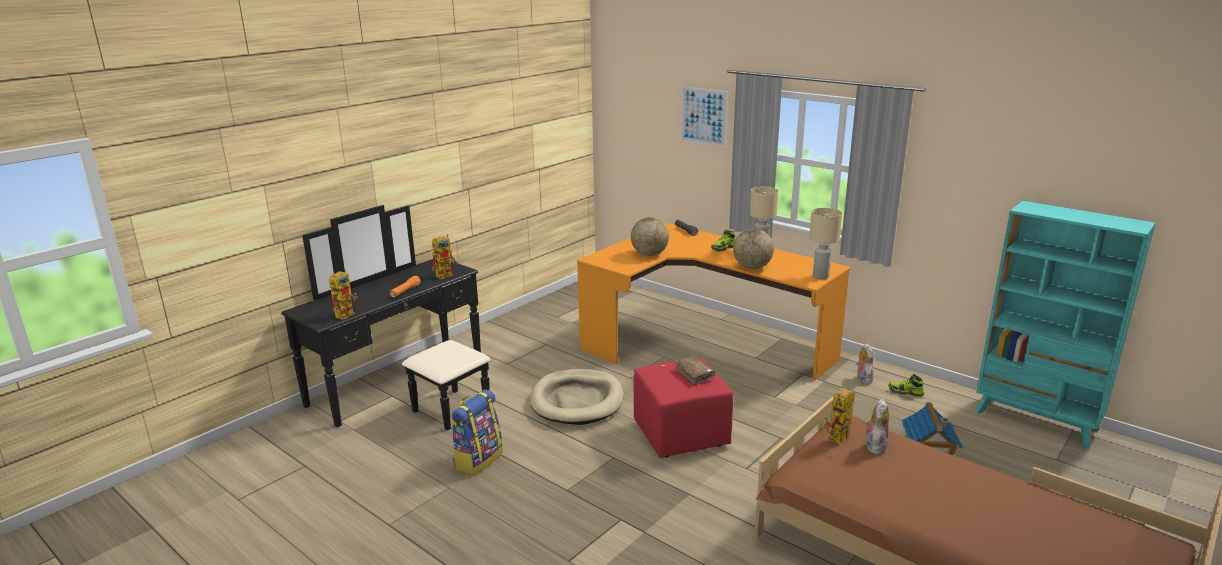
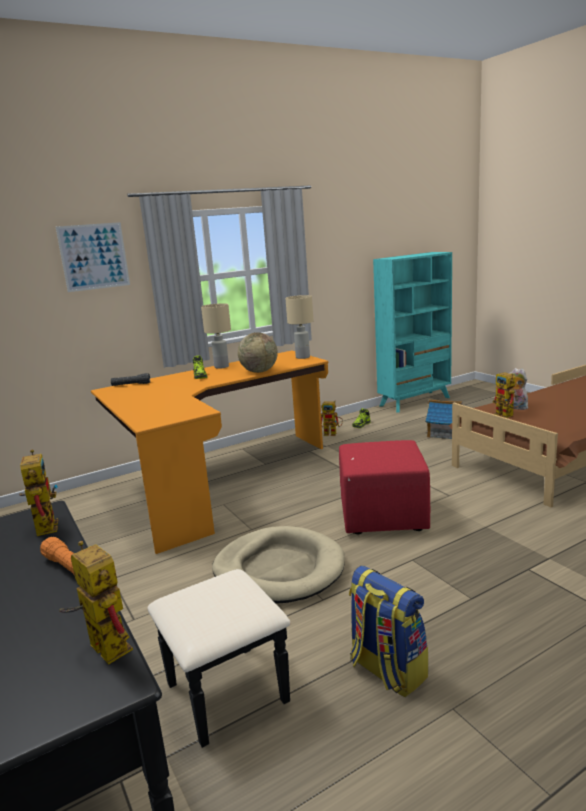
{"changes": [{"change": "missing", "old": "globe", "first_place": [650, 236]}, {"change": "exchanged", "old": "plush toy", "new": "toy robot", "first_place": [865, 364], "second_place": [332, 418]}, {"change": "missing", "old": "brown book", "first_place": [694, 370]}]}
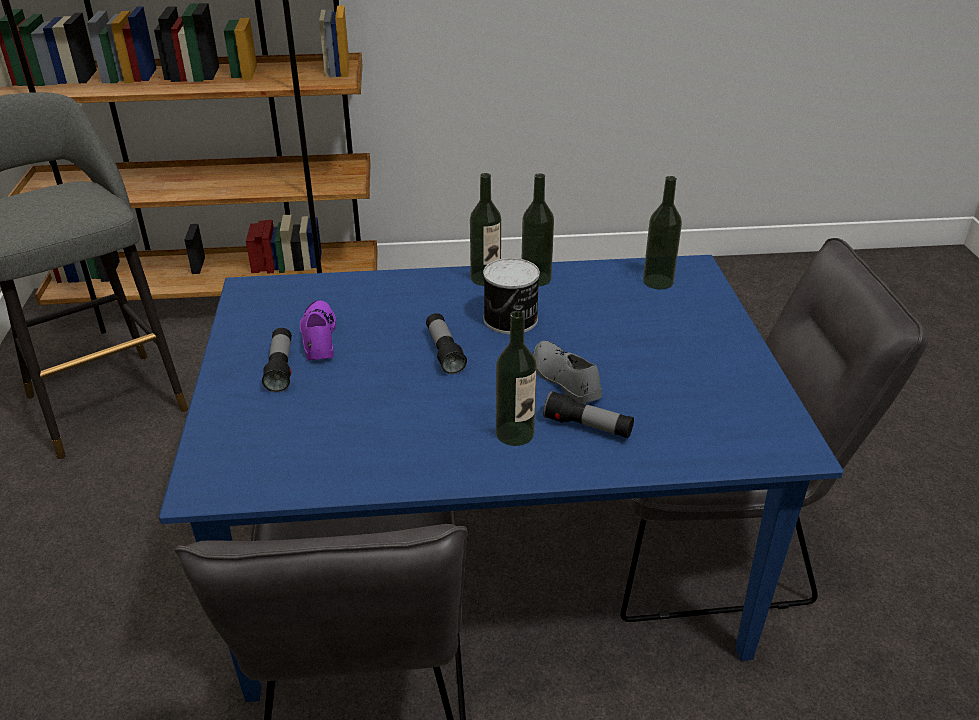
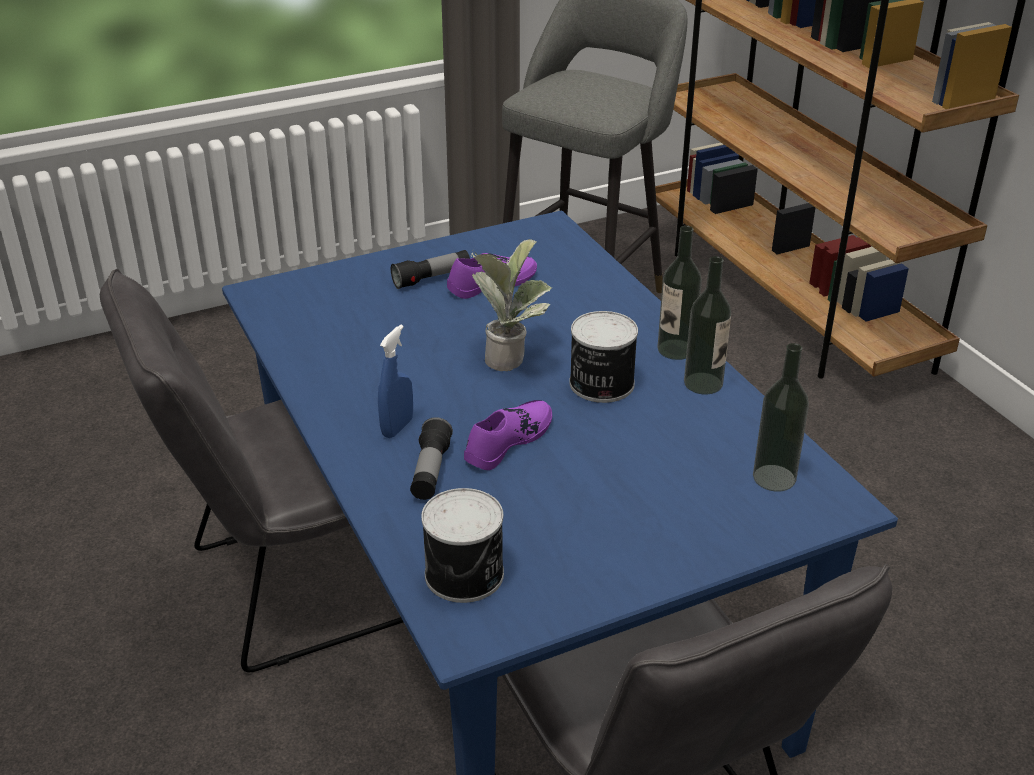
{"changes": [{"change": "exchanged", "old": "bottle", "new": "blue spray bottle", "first_place": [516, 378], "second_place": [395, 381]}, {"change": "exchanged", "old": "flashlight", "new": "potted plant", "first_place": [446, 343], "second_place": [511, 305]}, {"change": "colour", "old": "grey shoe", "new": "purple shoe", "first_place": [567, 372], "second_place": [508, 435]}, {"change": "appeared", "new": "can", "second_place": [462, 545]}]}
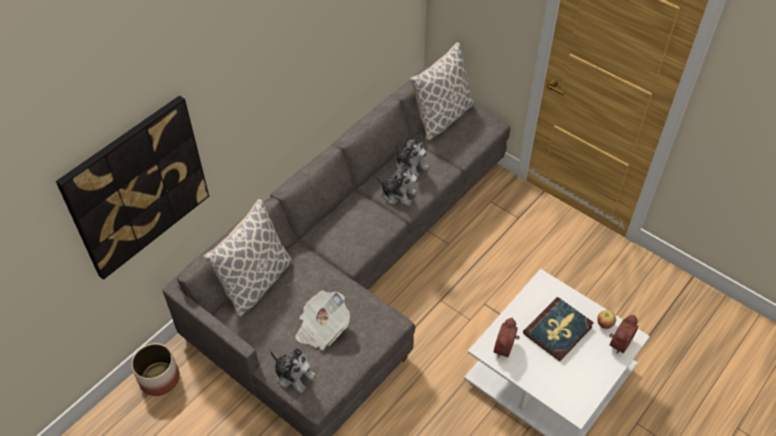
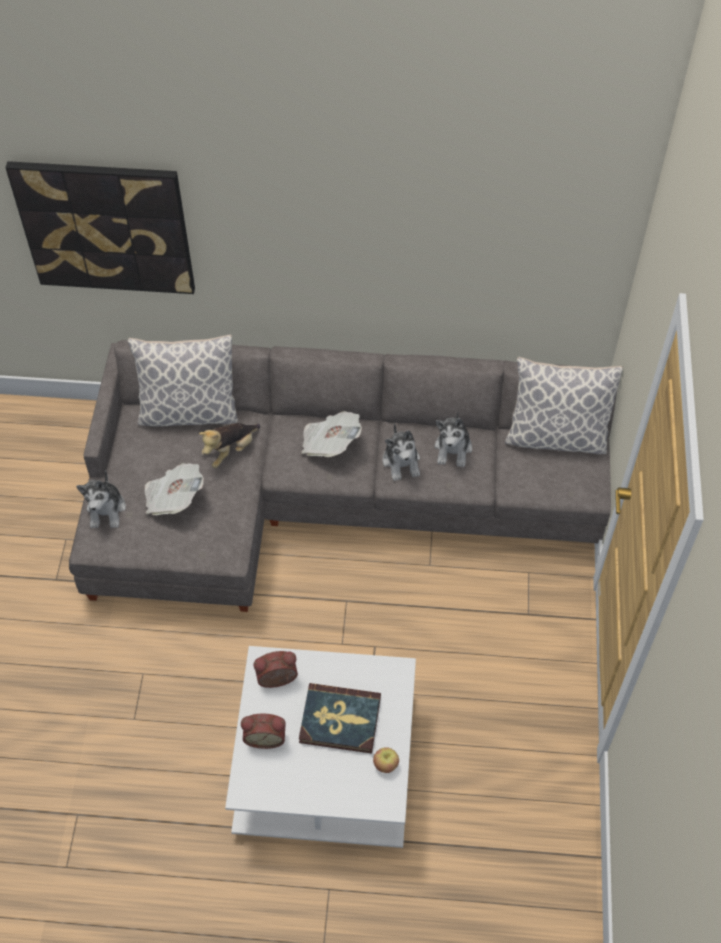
{"changes": [{"change": "relocated", "old": "alarm clock", "first_place": [623, 334], "second_place": [263, 731]}, {"change": "missing", "old": "planter", "first_place": [155, 369]}, {"change": "appeared", "new": "newspaper", "second_place": [331, 434]}, {"change": "appeared", "new": "plush toy", "second_place": [229, 445]}]}
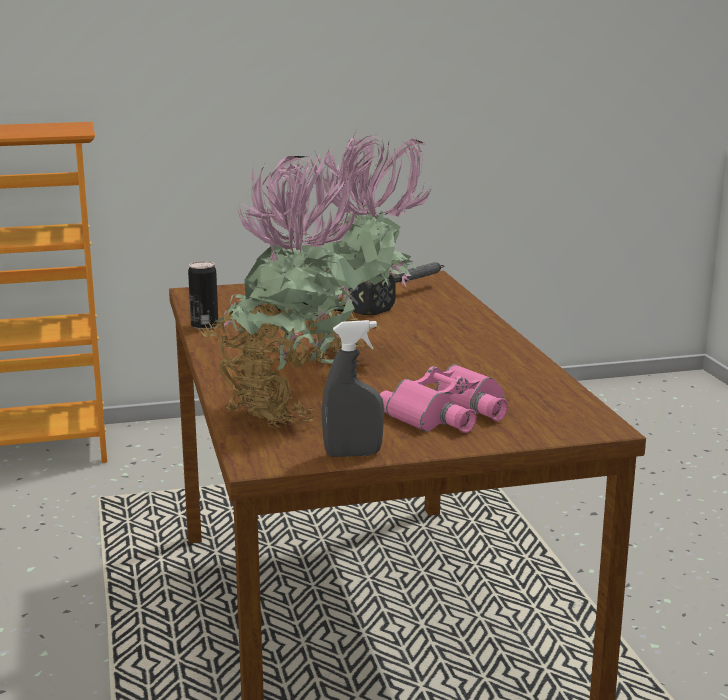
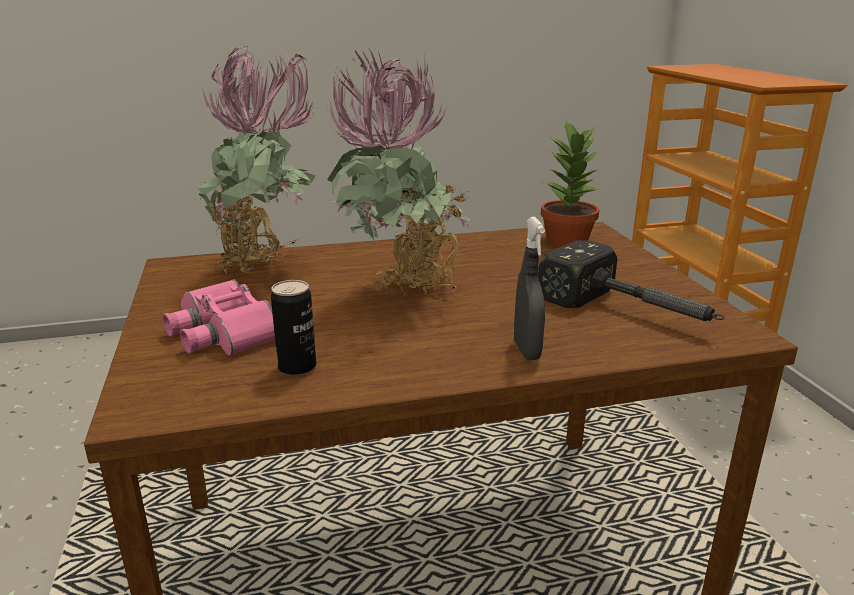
{"changes": [{"change": "relocated", "old": "can", "first_place": [203, 295], "second_place": [293, 328]}, {"change": "relocated", "old": "grey spray bottle", "first_place": [353, 388], "second_place": [529, 288]}, {"change": "appeared", "new": "potted plant", "second_place": [571, 184]}]}
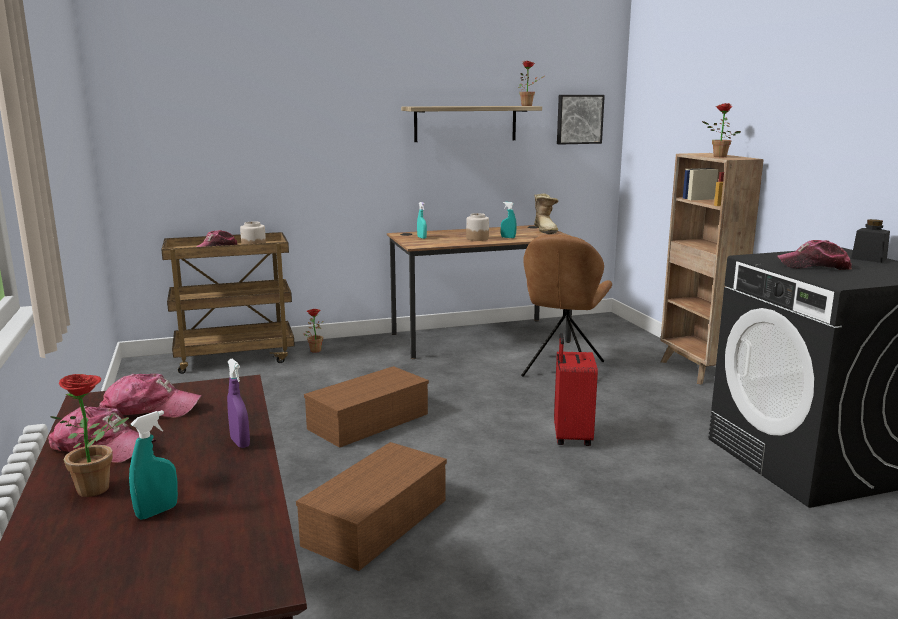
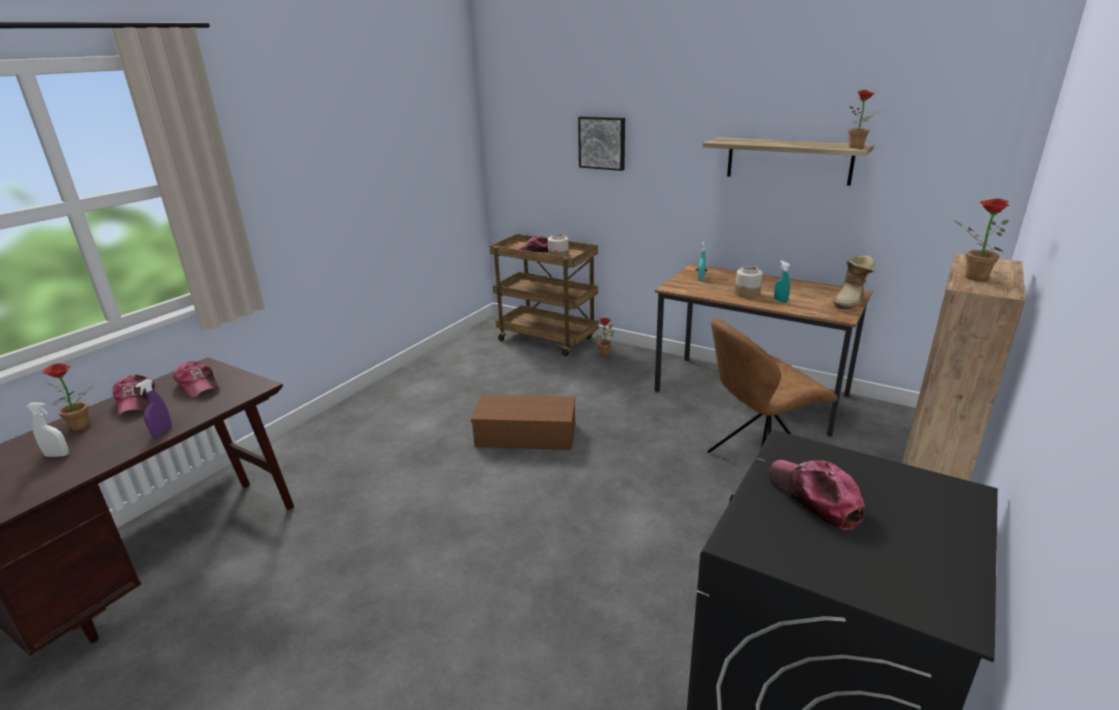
{"changes": [{"change": "relocated", "old": "picture", "first_place": [581, 120], "second_place": [601, 143]}, {"change": "missing", "old": "black jar", "first_place": [870, 241]}, {"change": "missing", "old": "red suitcase", "first_place": [576, 389]}, {"change": "colour", "old": "turquoise spray bottle", "new": "white spray bottle", "first_place": [153, 465], "second_place": [47, 429]}, {"change": "missing", "old": "brown storage box", "first_place": [371, 506]}]}
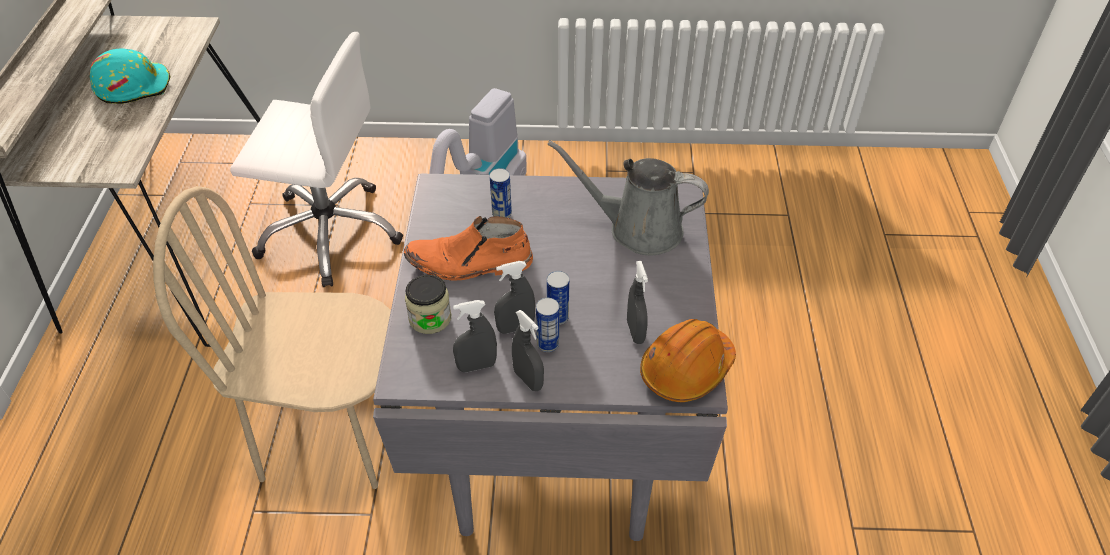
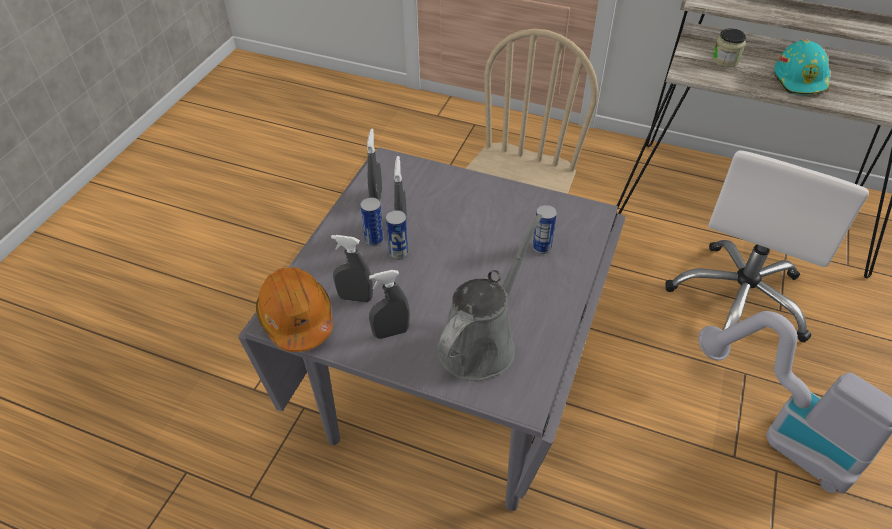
{"changes": [{"change": "missing", "old": "orange boot", "first_place": [468, 248]}, {"change": "relocated", "old": "jar", "first_place": [428, 304], "second_place": [729, 47]}, {"change": "relocated", "old": "grey spray bottle", "first_place": [528, 350], "second_place": [389, 304]}]}
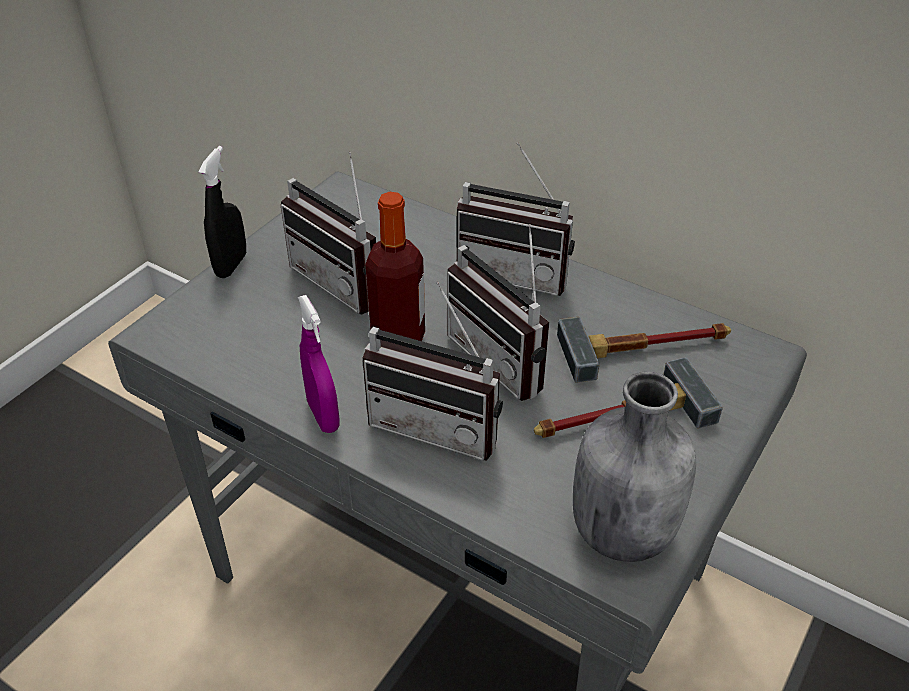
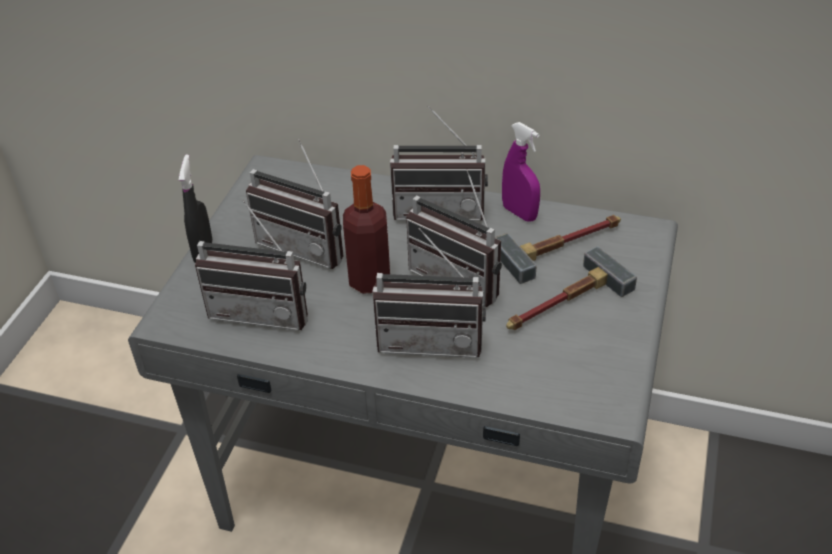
{"changes": [{"change": "relocated", "old": "purple spray bottle", "first_place": [319, 364], "second_place": [521, 172]}, {"change": "missing", "old": "grey bottle", "first_place": [634, 467]}, {"change": "appeared", "new": "radio", "second_place": [251, 265]}]}
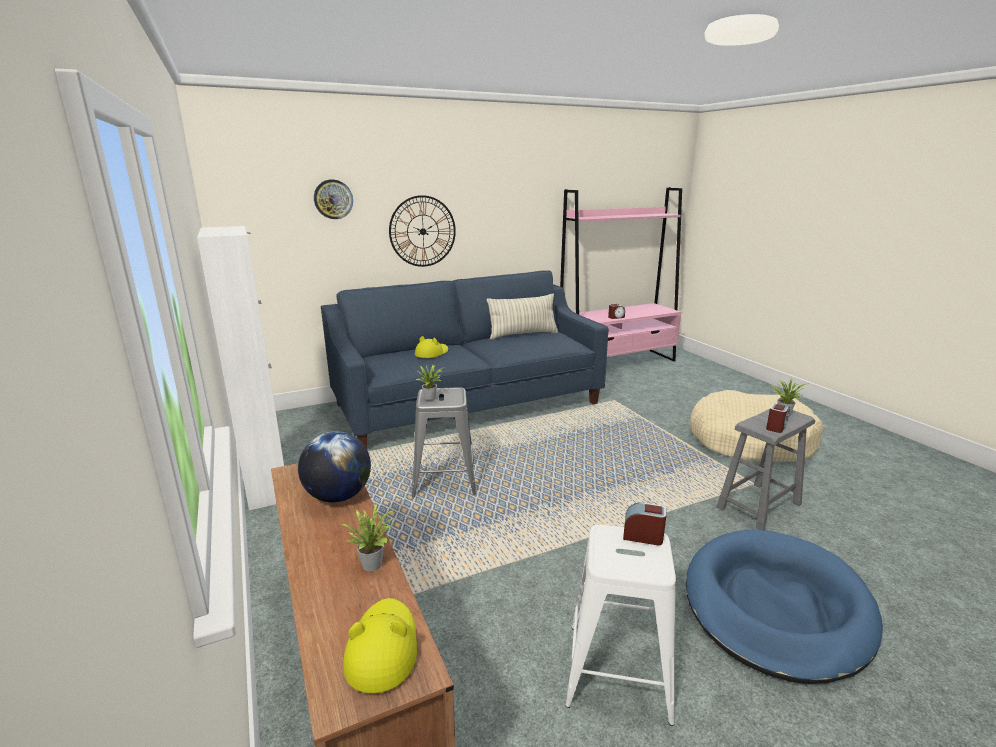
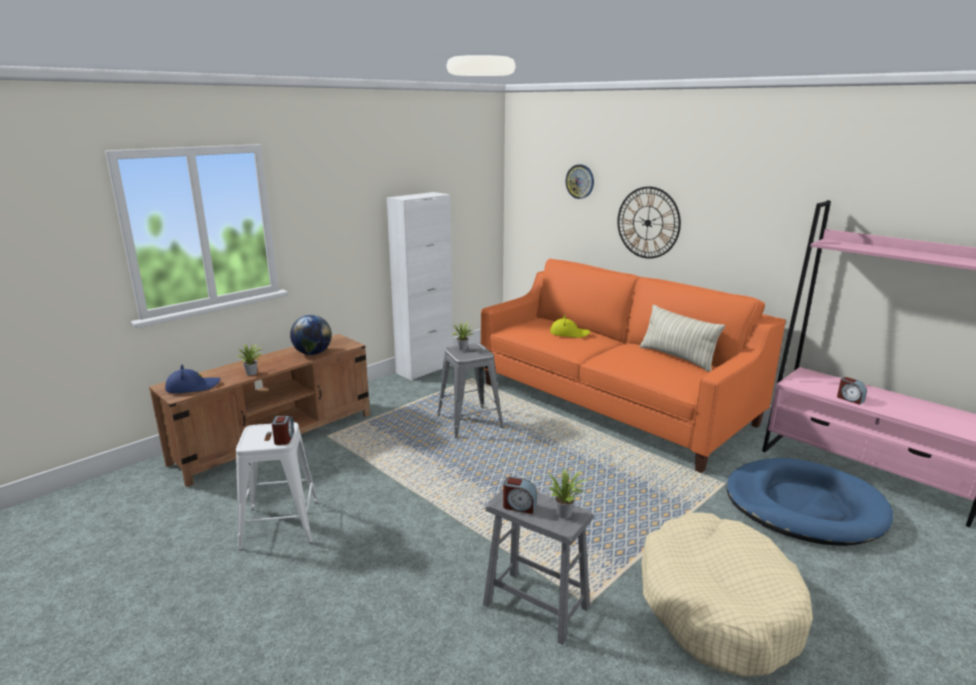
{"changes": [{"change": "colour", "old": "blue sofa", "new": "orange sofa", "first_place": [464, 359], "second_place": [633, 366]}, {"change": "relocated", "old": "blue dog bed", "first_place": [784, 607], "second_place": [809, 502]}, {"change": "colour", "old": "yellow hat", "new": "blue hat", "first_place": [380, 645], "second_place": [192, 379]}]}
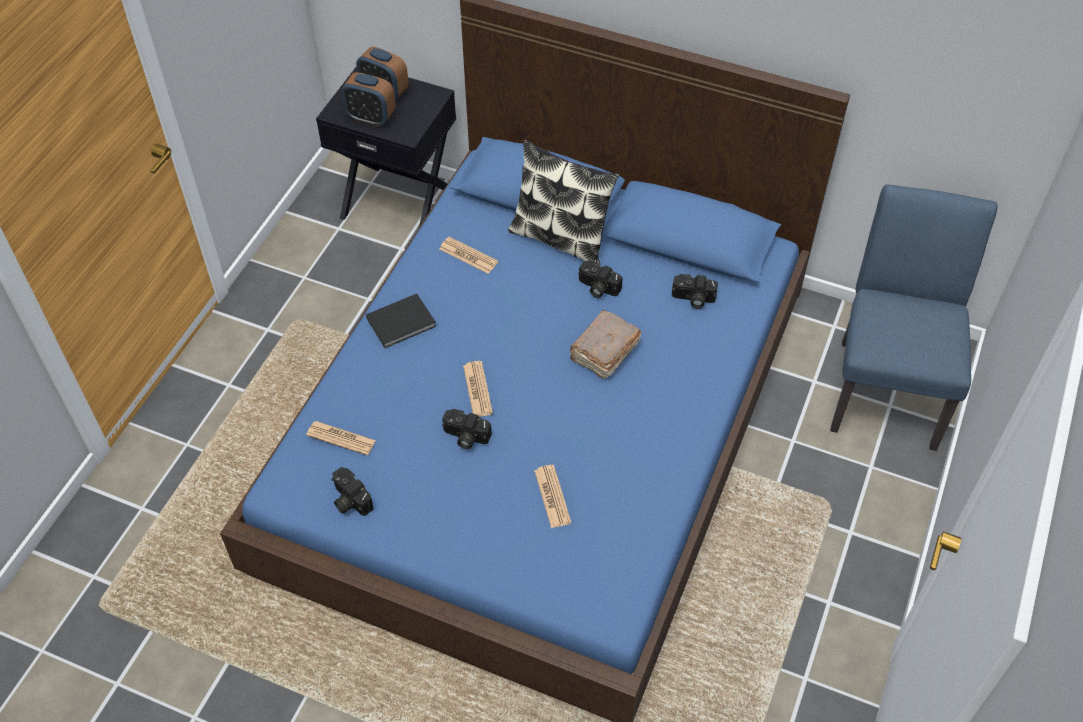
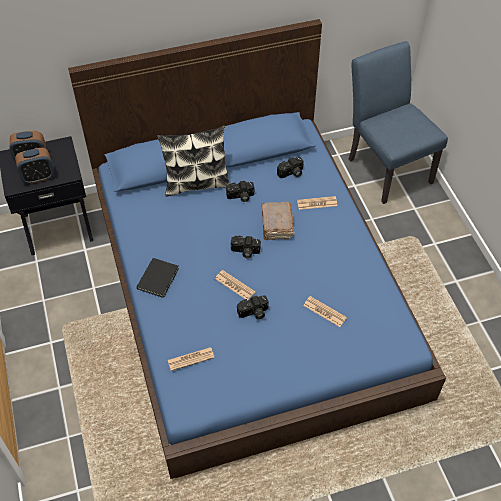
{"changes": [{"change": "relocated", "old": "newspaper", "first_place": [468, 255], "second_place": [317, 203]}, {"change": "relocated", "old": "photo camera", "first_place": [352, 491], "second_place": [246, 247]}]}
